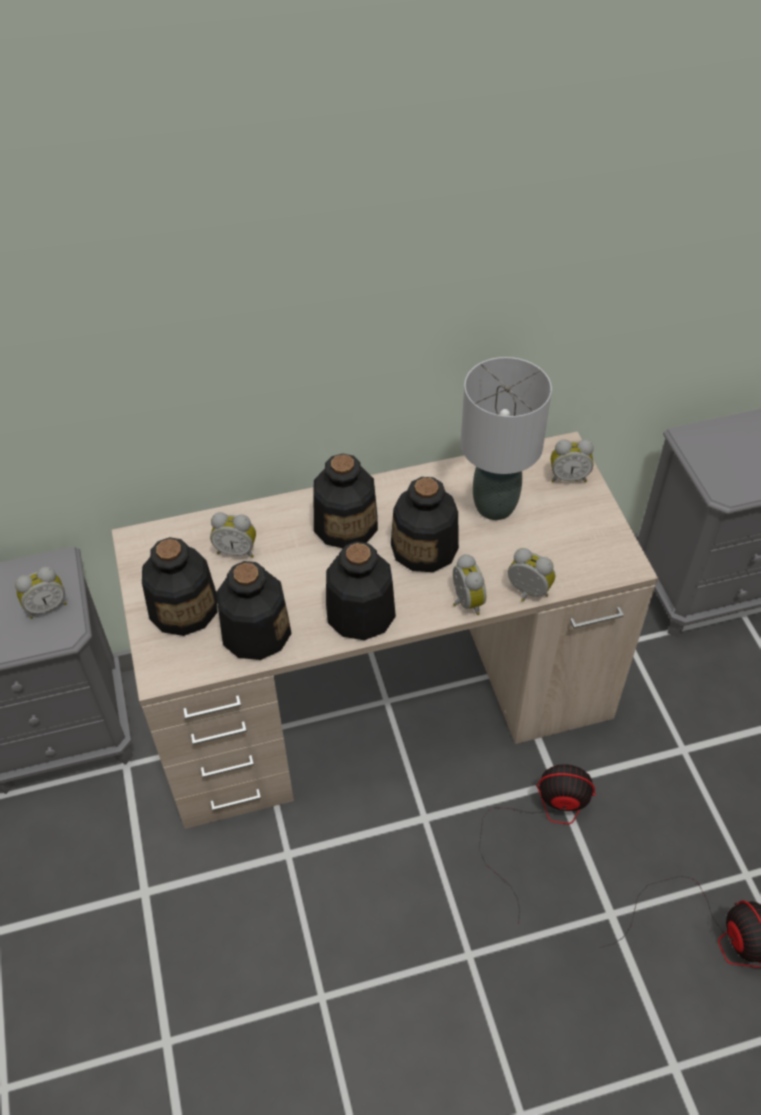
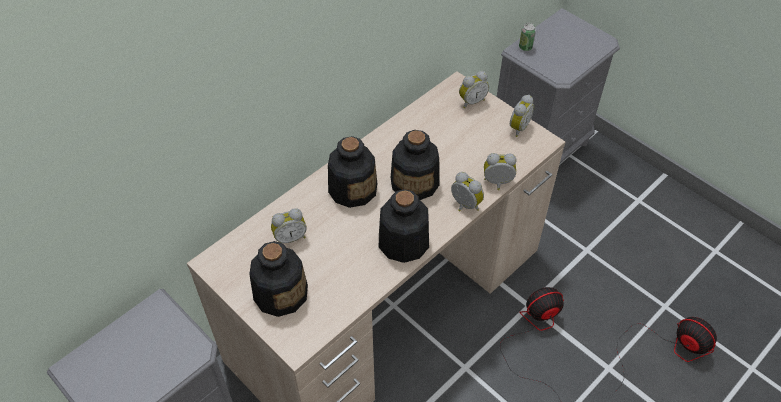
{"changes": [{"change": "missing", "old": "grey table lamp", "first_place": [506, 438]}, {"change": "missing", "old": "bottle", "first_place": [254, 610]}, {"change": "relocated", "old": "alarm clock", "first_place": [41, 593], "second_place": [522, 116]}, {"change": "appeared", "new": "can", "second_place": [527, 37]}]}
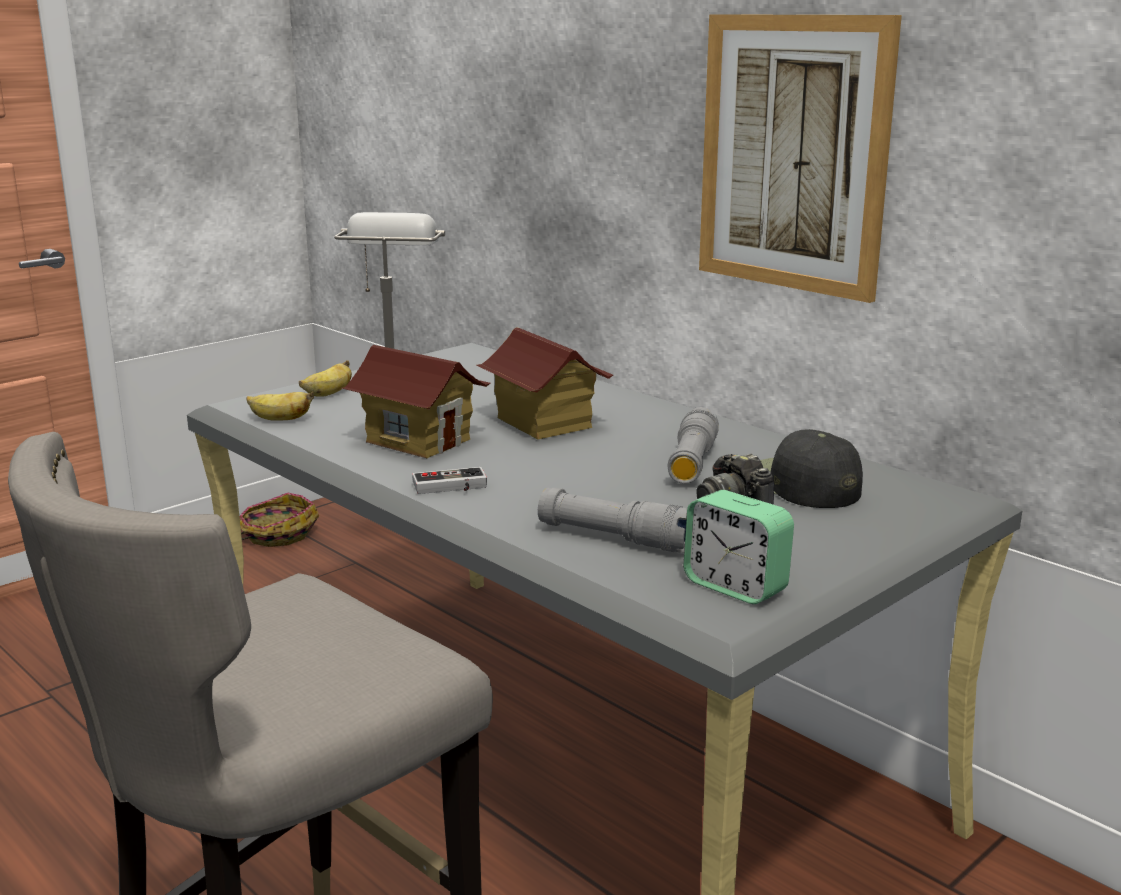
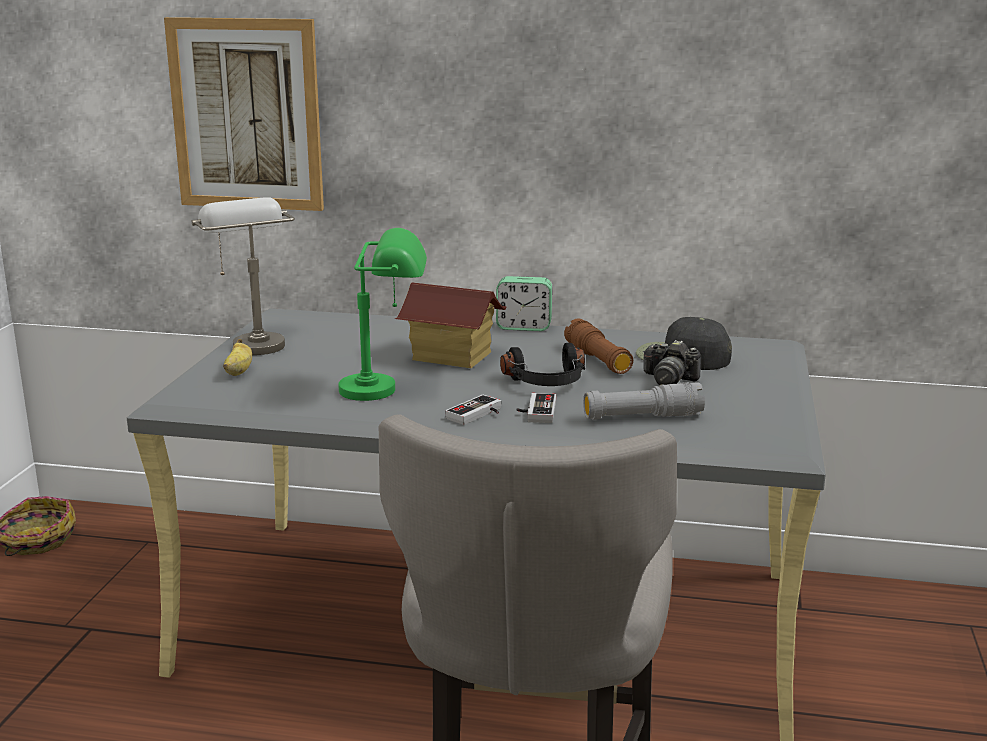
{"changes": [{"change": "relocated", "old": "picture", "first_place": [800, 158], "second_place": [244, 114]}, {"change": "exchanged", "old": "toy house", "new": "green table lamp", "first_place": [416, 401], "second_place": [383, 314]}, {"change": "missing", "old": "banana", "first_place": [280, 406]}, {"change": "colour", "old": "grey flashlight", "new": "brown flashlight", "first_place": [693, 445], "second_place": [598, 346]}, {"change": "relocated", "old": "alarm clock", "first_place": [739, 547], "second_place": [524, 303]}, {"change": "appeared", "new": "black headphones", "second_place": [542, 364]}, {"change": "appeared", "new": "game controller", "second_place": [536, 408]}]}
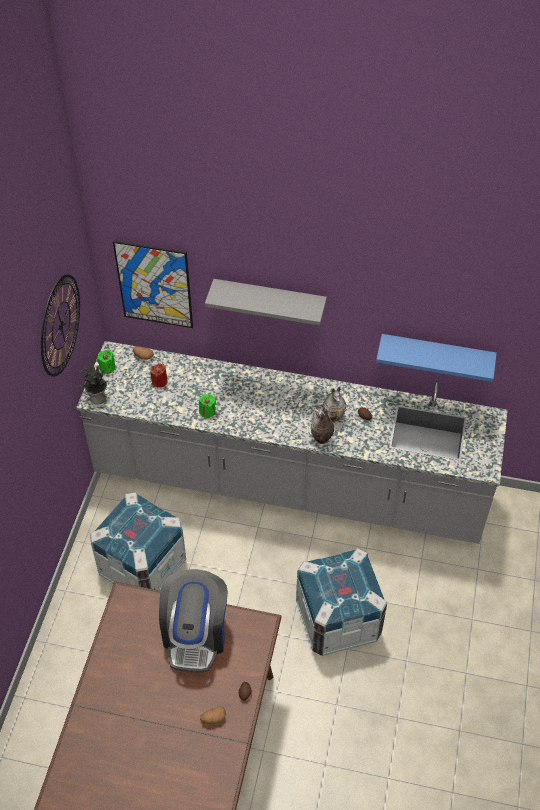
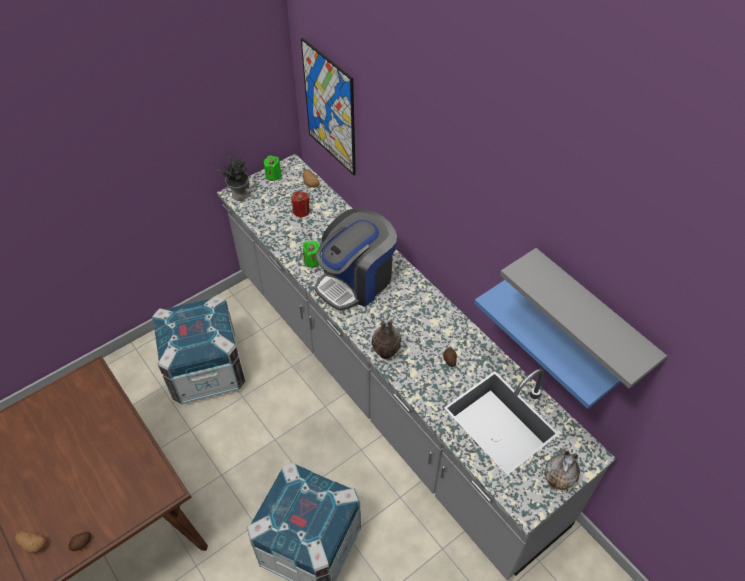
{"changes": [{"change": "missing", "old": "wall clock", "first_place": [60, 325]}, {"change": "relocated", "old": "grey shelf", "first_place": [266, 302], "second_place": [583, 318]}, {"change": "relocated", "old": "vase", "first_place": [334, 405], "second_place": [562, 470]}, {"change": "relocated", "old": "coffee machine", "first_place": [193, 620], "second_place": [355, 259]}]}
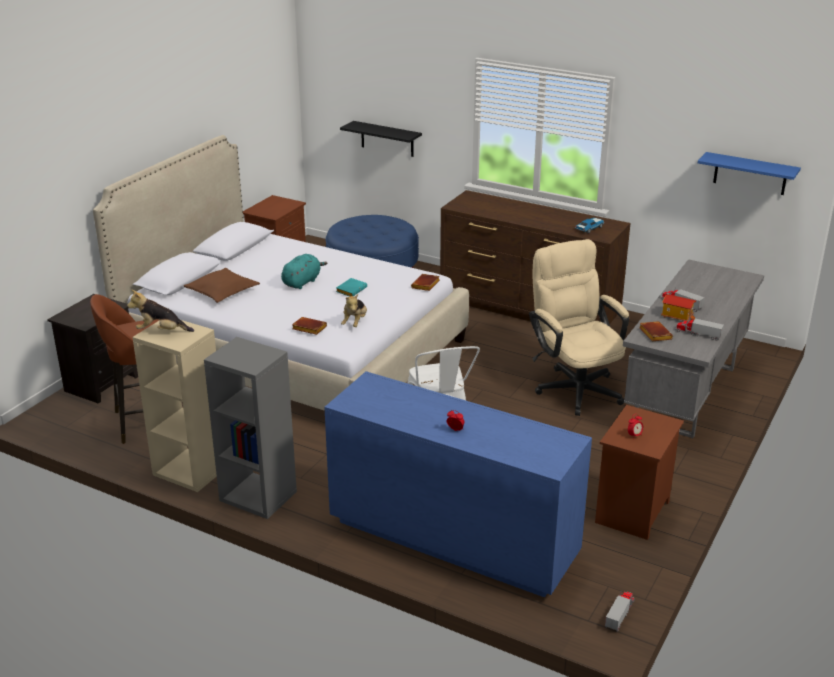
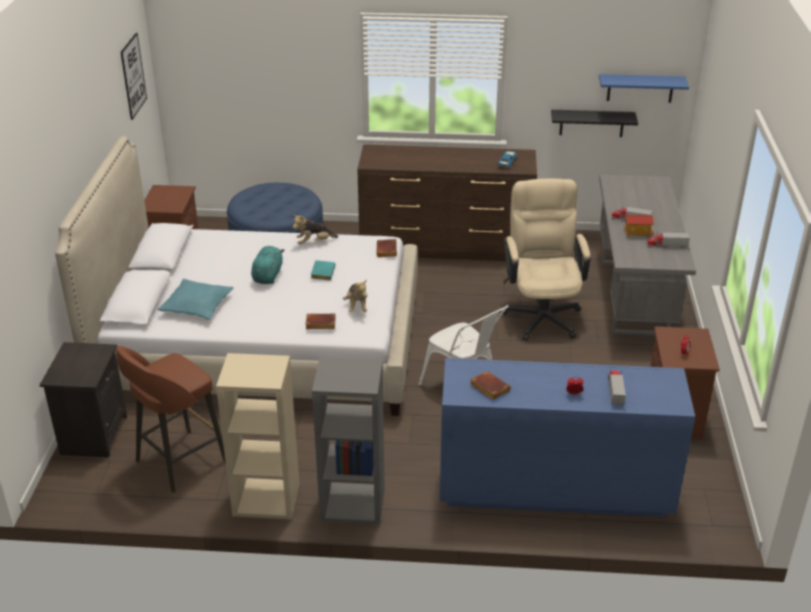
{"changes": [{"change": "relocated", "old": "black shelf", "first_place": [381, 139], "second_place": [594, 123]}, {"change": "spun", "old": "beige office chair", "first_place": [579, 327], "second_place": [546, 260], "degrees": 45}, {"change": "colour", "old": "brown pillow", "new": "turquoise pillow", "first_place": [222, 285], "second_place": [196, 299]}, {"change": "relocated", "old": "plush toy", "first_place": [160, 311], "second_place": [315, 229]}, {"change": "relocated", "old": "brown book", "first_place": [656, 331], "second_place": [490, 385]}, {"change": "relocated", "old": "toy truck", "first_place": [620, 611], "second_place": [617, 388]}, {"change": "appeared", "new": "picture", "second_place": [134, 76]}]}
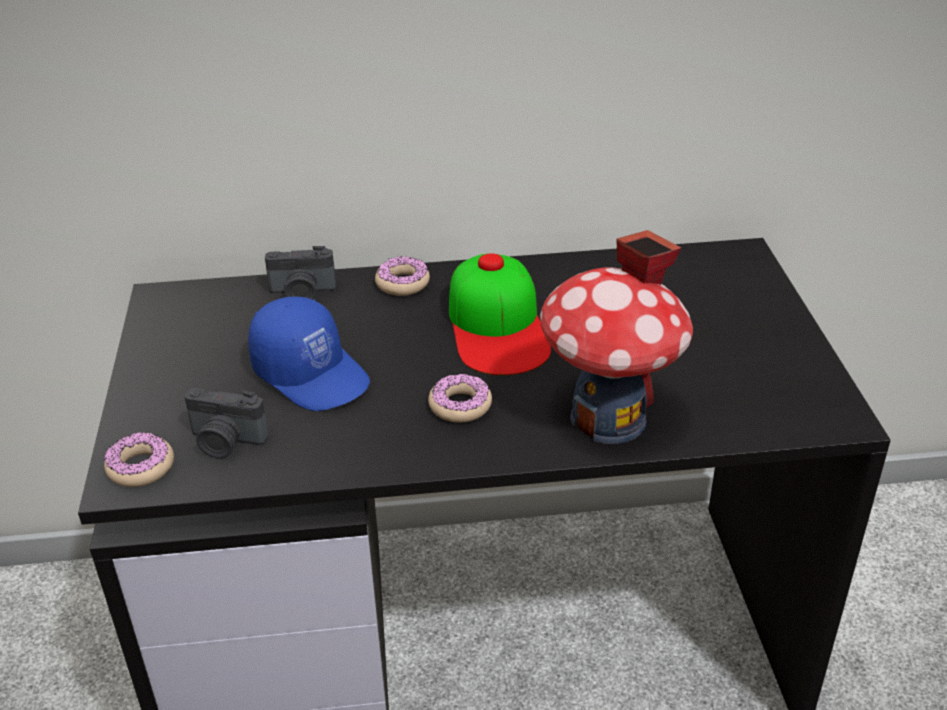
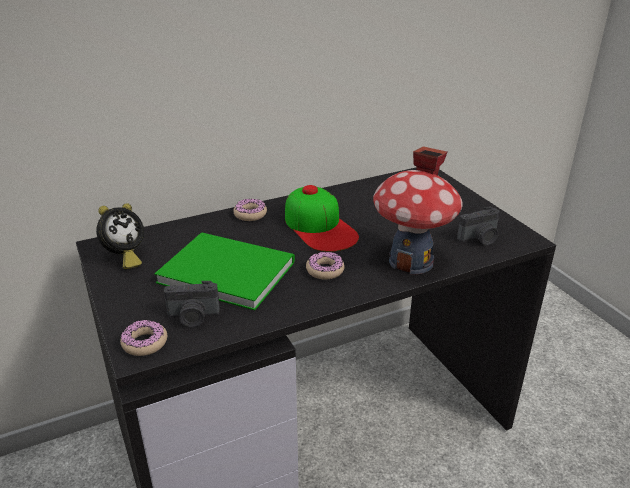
{"changes": [{"change": "relocated", "old": "photo camera", "first_place": [300, 273], "second_place": [478, 226]}, {"change": "exchanged", "old": "blue cap", "new": "green book", "first_place": [309, 354], "second_place": [224, 271]}, {"change": "appeared", "new": "alarm clock", "second_place": [120, 236]}]}
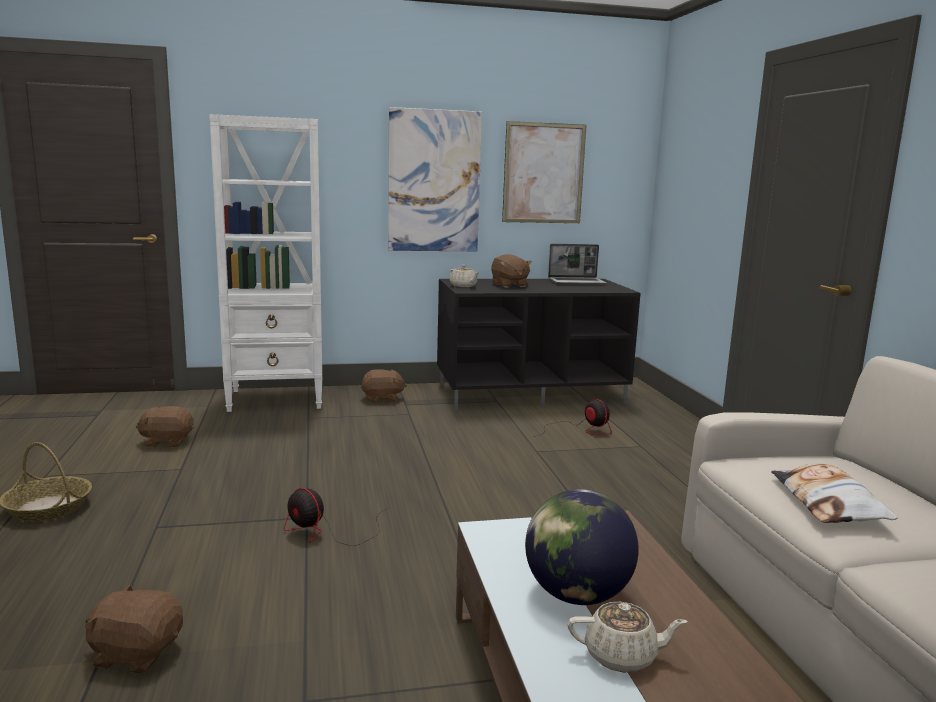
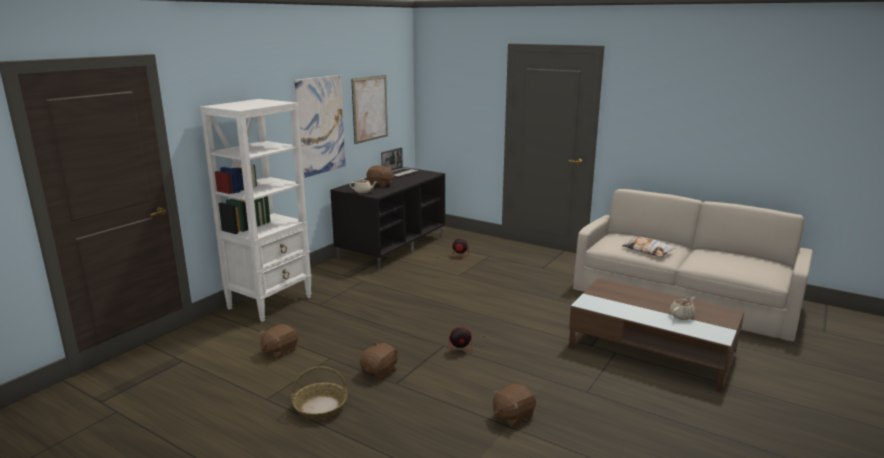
{"changes": [{"change": "relocated", "old": "brown plush toy", "first_place": [384, 386], "second_place": [379, 360]}, {"change": "missing", "old": "globe", "first_place": [582, 547]}]}
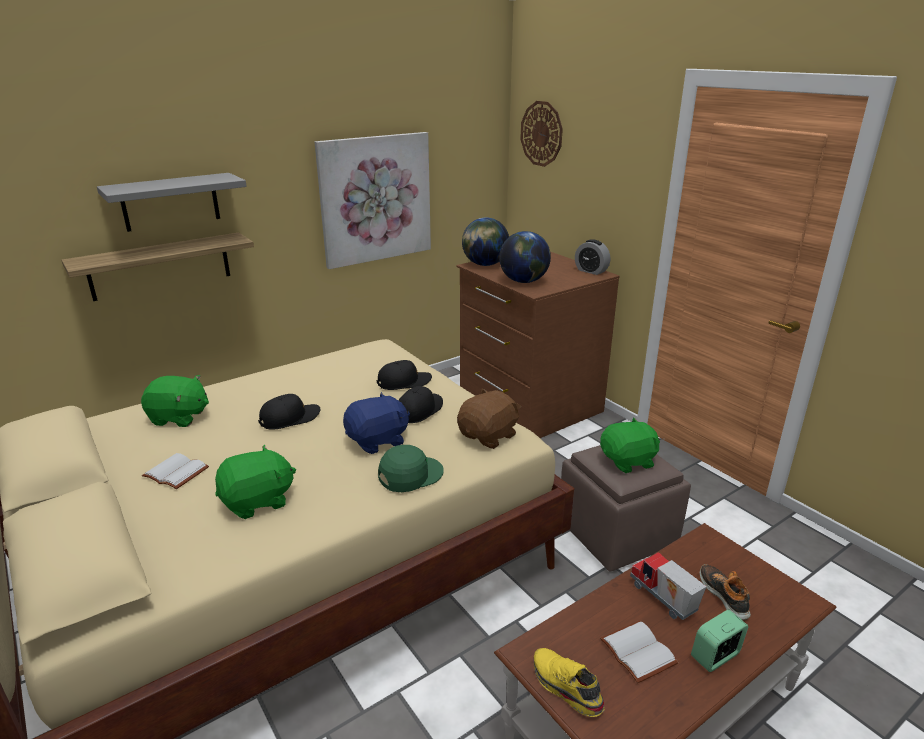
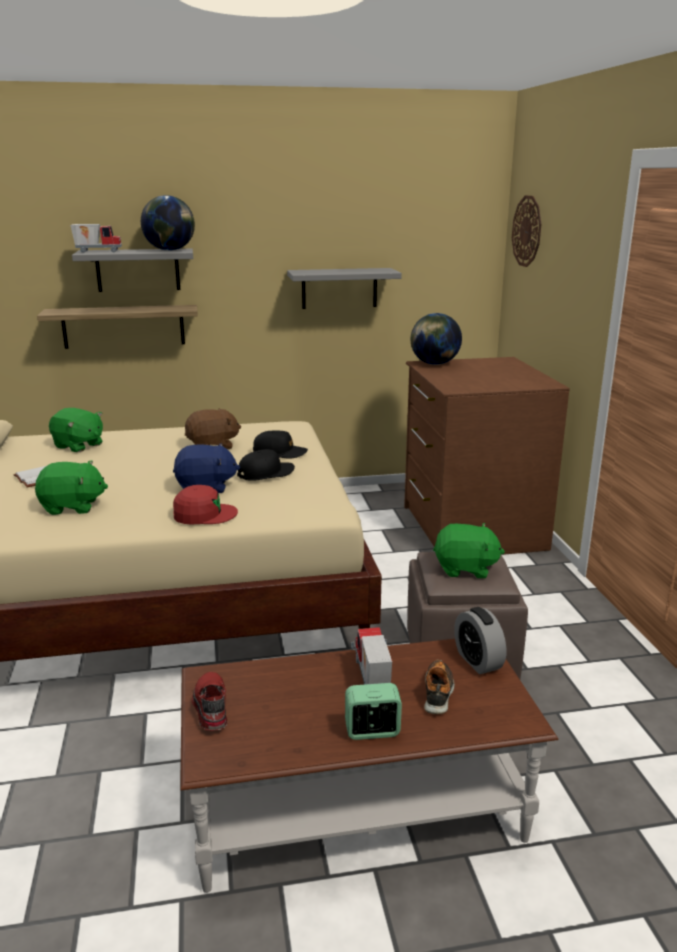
{"changes": [{"change": "exchanged", "old": "picture", "new": "grey shelf", "first_place": [373, 200], "second_place": [344, 288]}, {"change": "relocated", "old": "globe", "first_place": [525, 257], "second_place": [168, 223]}, {"change": "relocated", "old": "alarm clock", "first_place": [592, 257], "second_place": [480, 640]}, {"change": "relocated", "old": "brown plush toy", "first_place": [489, 418], "second_place": [213, 428]}, {"change": "missing", "old": "black cap", "first_place": [289, 412]}, {"change": "colour", "old": "green cap", "new": "red cap", "first_place": [411, 468], "second_place": [205, 505]}, {"change": "missing", "old": "white book", "first_place": [639, 651]}, {"change": "colour", "old": "yellow shoe", "new": "red shoe", "first_place": [569, 682], "second_place": [209, 701]}, {"change": "appeared", "new": "toy truck", "second_place": [96, 238]}]}
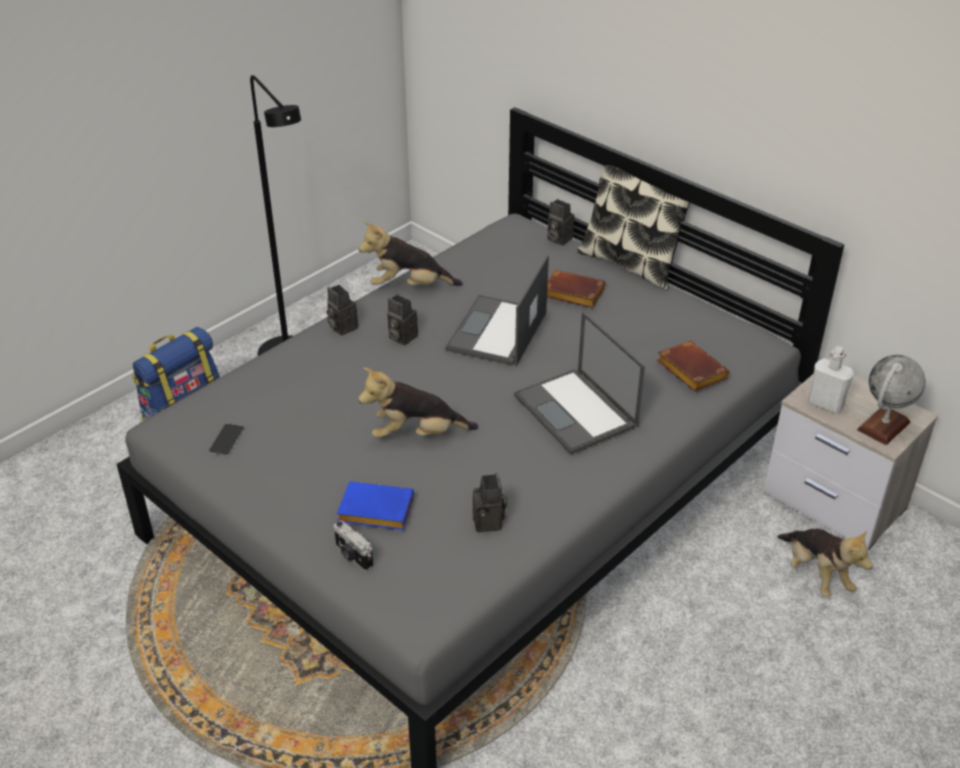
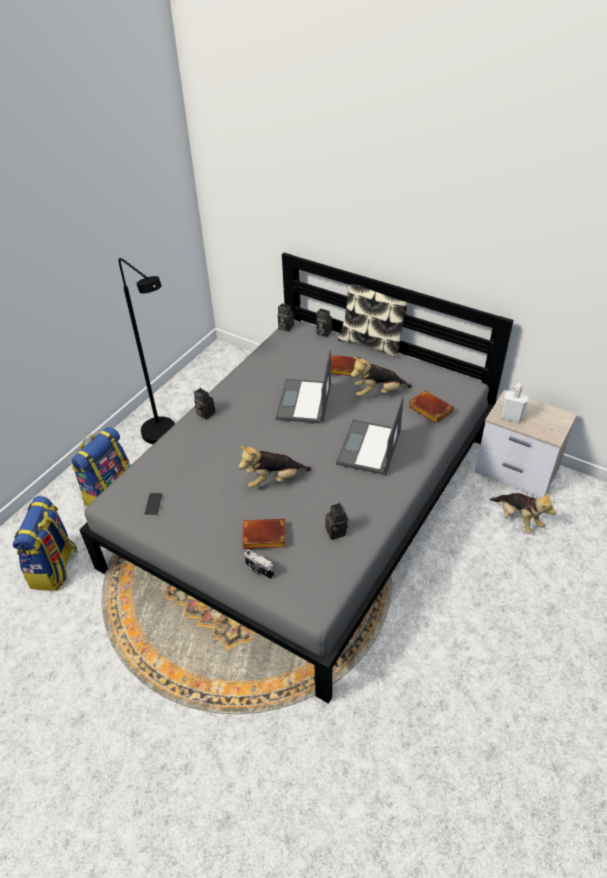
{"changes": [{"change": "relocated", "old": "plush toy", "first_place": [410, 253], "second_place": [381, 377]}, {"change": "relocated", "old": "photo camera", "first_place": [402, 319], "second_place": [286, 318]}, {"change": "spun", "old": "laptop", "first_place": [579, 383], "second_place": [370, 435], "degrees": 60}, {"change": "missing", "old": "globe", "first_place": [891, 400]}, {"change": "colour", "old": "blue book", "new": "brown book", "first_place": [375, 505], "second_place": [264, 534]}, {"change": "appeared", "new": "backpack", "second_place": [45, 543]}]}
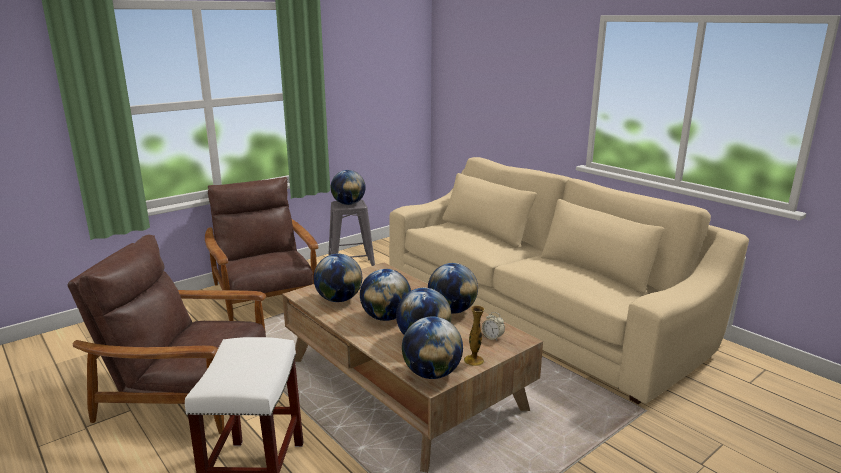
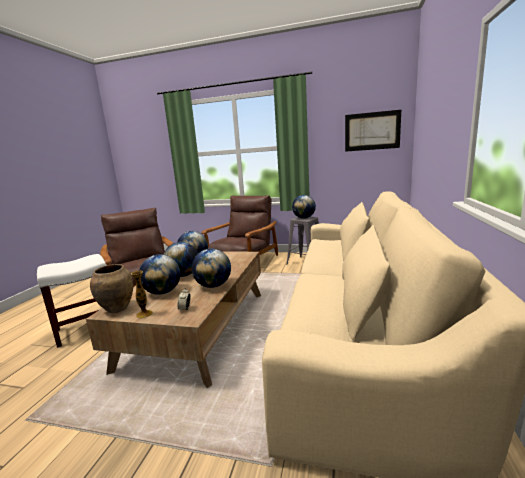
{"changes": [{"change": "exchanged", "old": "globe", "new": "brown vase", "first_place": [432, 347], "second_place": [111, 288]}, {"change": "appeared", "new": "picture", "second_place": [373, 131]}]}
